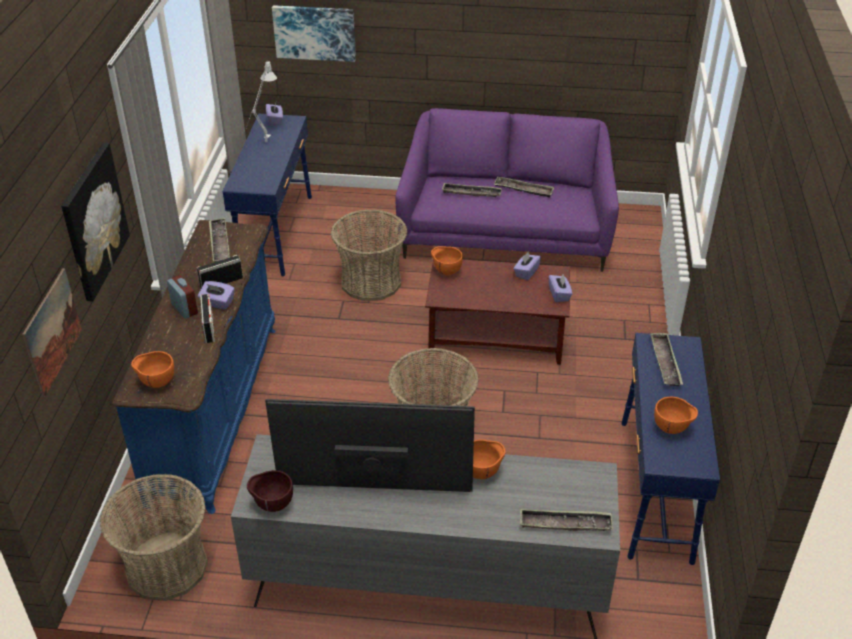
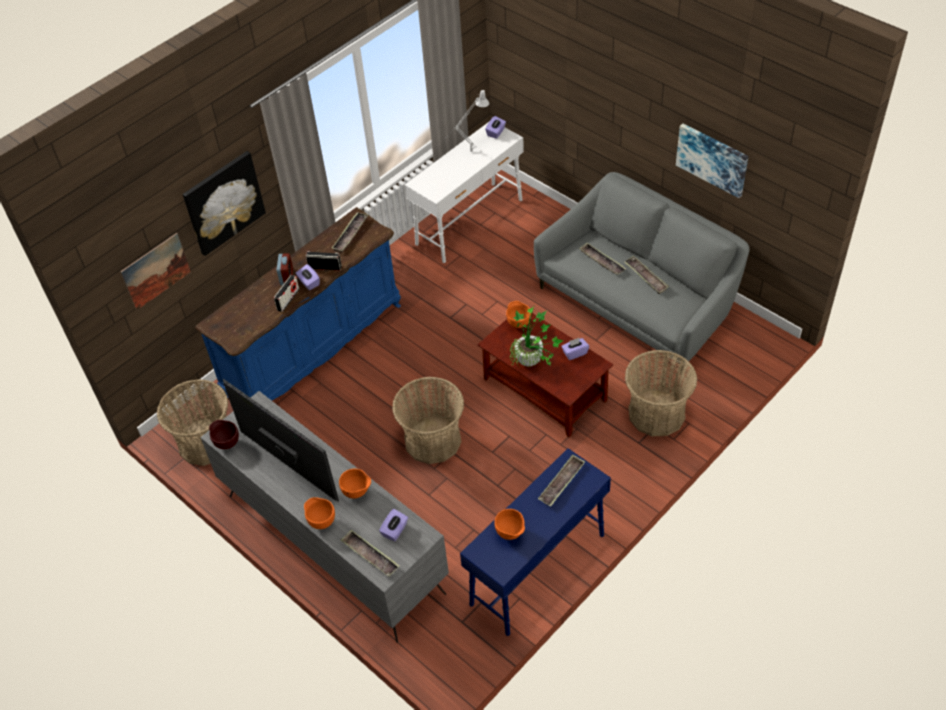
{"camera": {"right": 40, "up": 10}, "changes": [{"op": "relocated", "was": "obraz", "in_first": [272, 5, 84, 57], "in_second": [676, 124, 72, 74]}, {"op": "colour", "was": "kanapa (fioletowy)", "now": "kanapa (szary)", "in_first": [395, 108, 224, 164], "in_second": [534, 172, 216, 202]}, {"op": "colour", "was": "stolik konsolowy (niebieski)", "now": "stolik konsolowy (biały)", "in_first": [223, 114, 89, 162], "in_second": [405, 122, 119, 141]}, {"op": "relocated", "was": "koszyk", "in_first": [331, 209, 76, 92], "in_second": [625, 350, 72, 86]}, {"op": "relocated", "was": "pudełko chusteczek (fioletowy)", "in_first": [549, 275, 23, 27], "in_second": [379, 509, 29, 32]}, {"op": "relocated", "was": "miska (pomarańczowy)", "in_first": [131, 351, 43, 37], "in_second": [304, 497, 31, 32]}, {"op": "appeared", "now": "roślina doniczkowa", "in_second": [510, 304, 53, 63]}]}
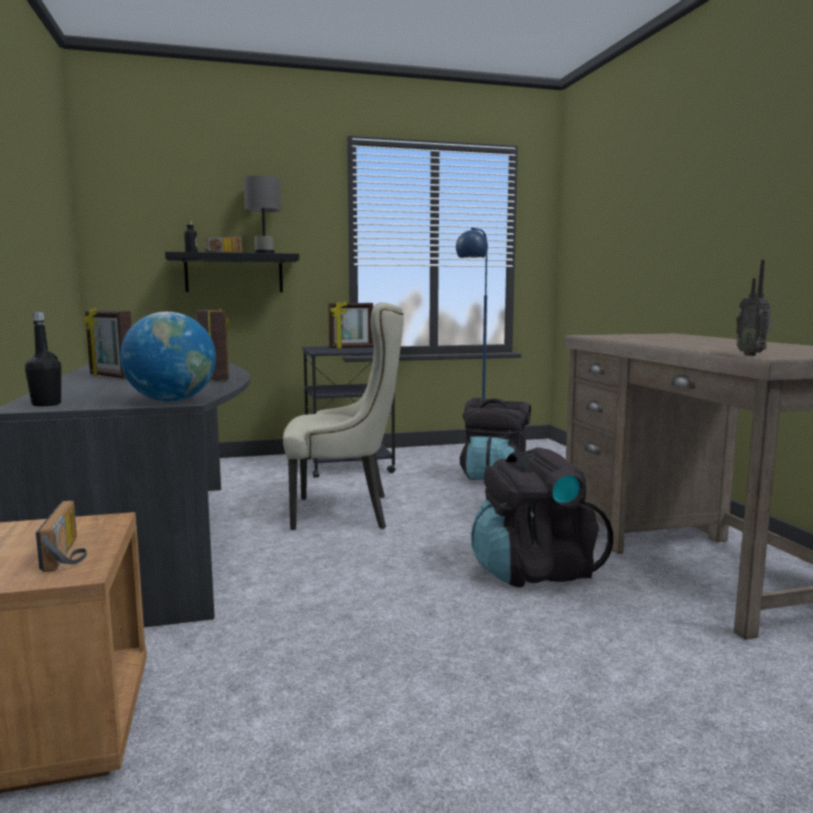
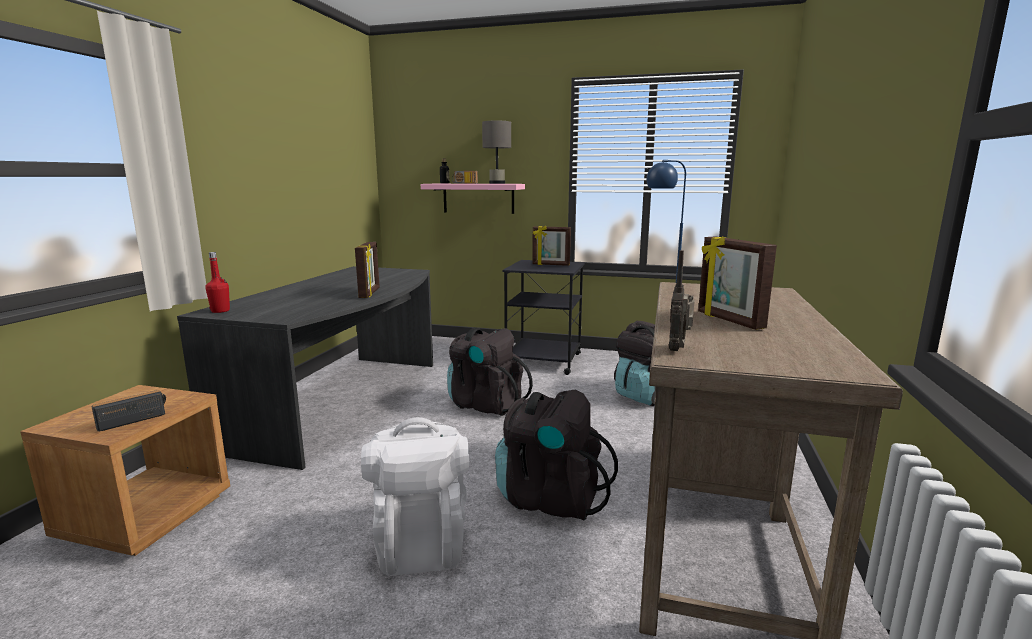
{"camera": {"right": 30, "up": 5}, "changes": [{"op": "colour", "was": "półka (czarny)", "now": "półka (różowy)", "in_first": [165, 252, 134, 40], "in_second": [421, 184, 104, 30]}, {"op": "exchanged", "was": "krzesło (beżowy)", "now": "plecak (czarny)", "in_first": [283, 302, 121, 228], "in_second": [447, 327, 86, 89]}, {"op": "relocated", "was": "ramka na zdjęcie", "in_first": [83, 307, 49, 72], "in_second": [698, 236, 79, 94]}, {"op": "colour", "was": "butelka (czarny)", "now": "butelka (czerwony)", "in_first": [25, 312, 36, 94], "in_second": [205, 252, 25, 61]}, {"op": "missing", "was": "globus", "in_first": [120, 312, 96, 90]}, {"op": "spun", "was": "radio", "in_first": [36, 501, 51, 71], "in_second": [91, 390, 75, 42], "clockwise": -150}, {"op": "appeared", "now": "plecak (biały)", "in_second": [361, 417, 108, 159]}]}
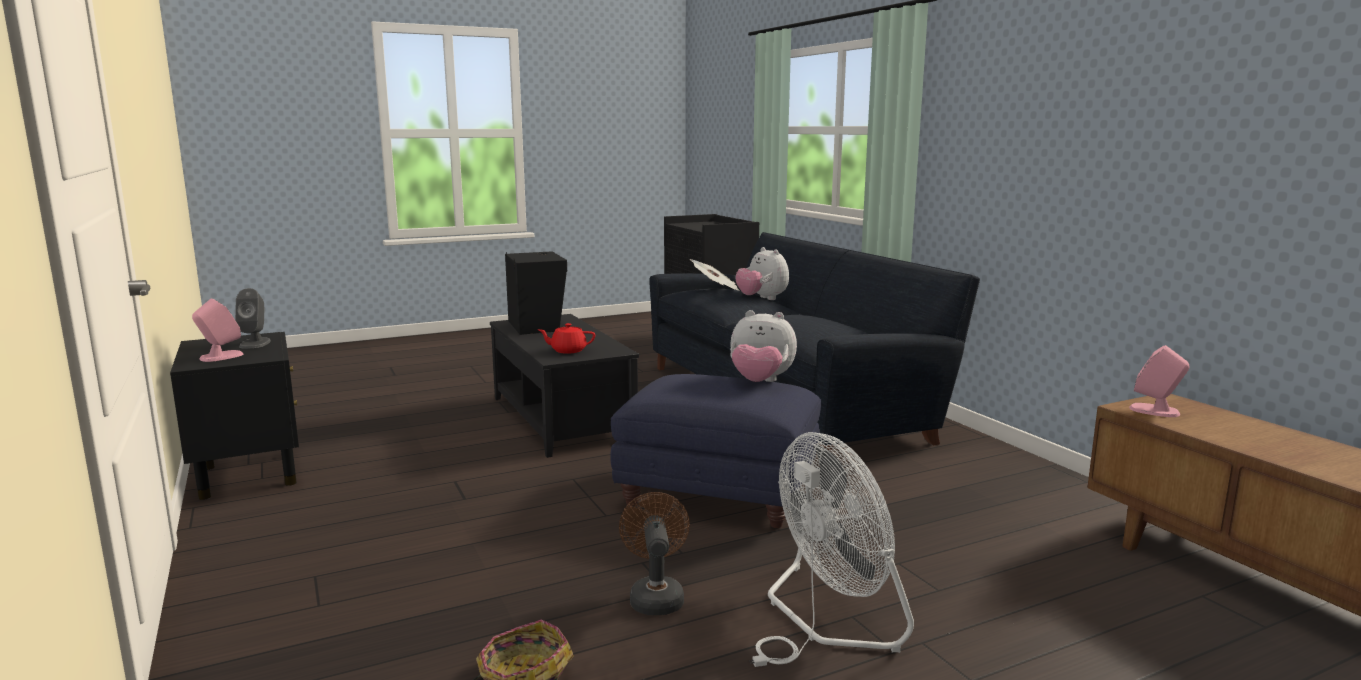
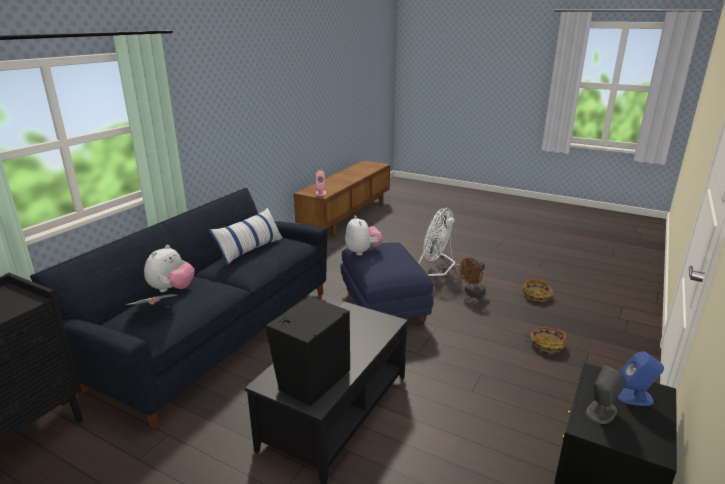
{"camera": {"right": -125, "up": 10}, "changes": [{"op": "colour", "was": "głośnik (różowy)", "now": "głośnik (niebieski)", "in_first": [192, 298, 51, 64], "in_second": [617, 351, 47, 55]}, {"op": "missing", "was": "imbryk (czerwony)", "in_first": [539, 323, 56, 31]}, {"op": "appeared", "now": "poduszka", "in_second": [209, 207, 75, 59]}, {"op": "appeared", "now": "koszyk", "in_second": [526, 327, 40, 26]}]}
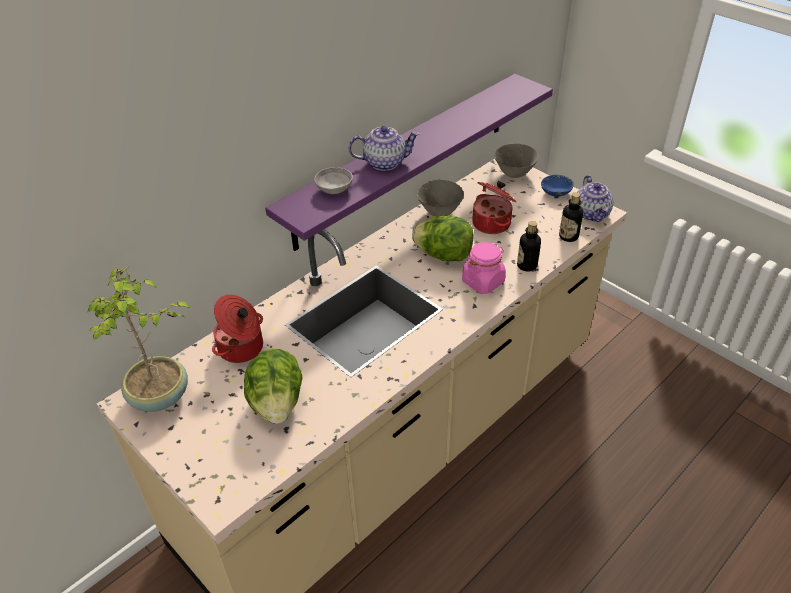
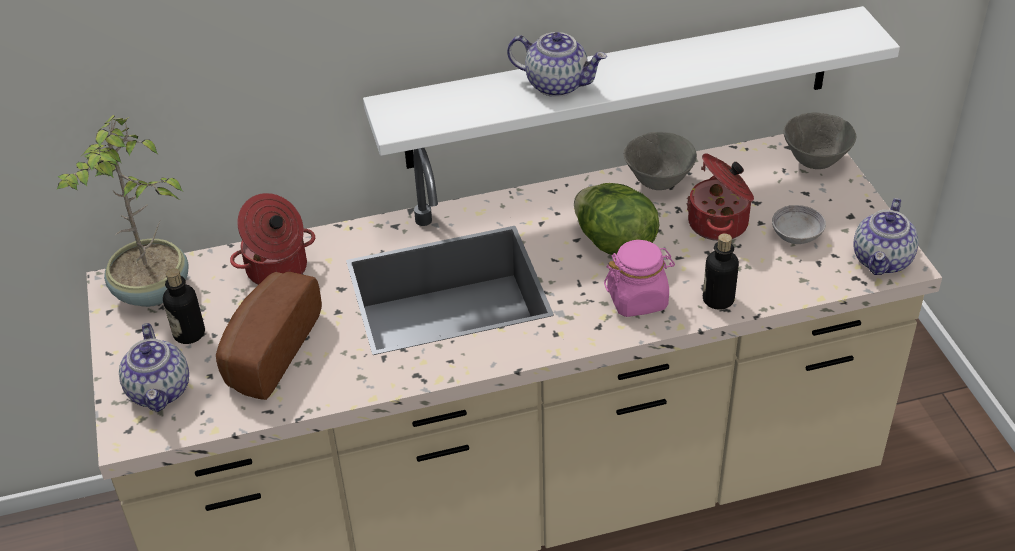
{"camera": {"right": 30, "up": 0}, "changes": [{"op": "colour", "was": "półka (fioletowy)", "now": "półka (biały)", "in_first": [265, 74, 288, 177], "in_second": [363, 6, 537, 163]}, {"op": "relocated", "was": "miska (szary)", "in_first": [314, 167, 39, 27], "in_second": [772, 205, 54, 39]}, {"op": "missing", "was": "miska (niebieski)", "in_first": [541, 175, 33, 22]}, {"op": "relocated", "was": "butelka", "in_first": [559, 193, 24, 49], "in_second": [163, 268, 42, 76]}, {"op": "exchanged", "was": "sałata", "now": "chleb", "in_first": [244, 349, 59, 75], "in_second": [216, 272, 106, 128]}, {"op": "appeared", "now": "imbryk", "in_second": [119, 323, 70, 89]}]}
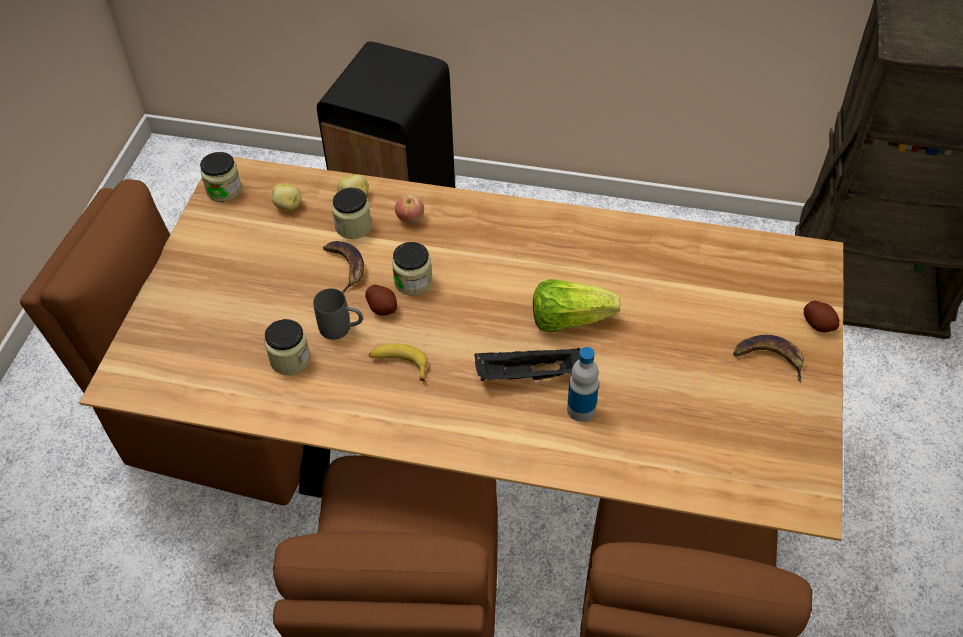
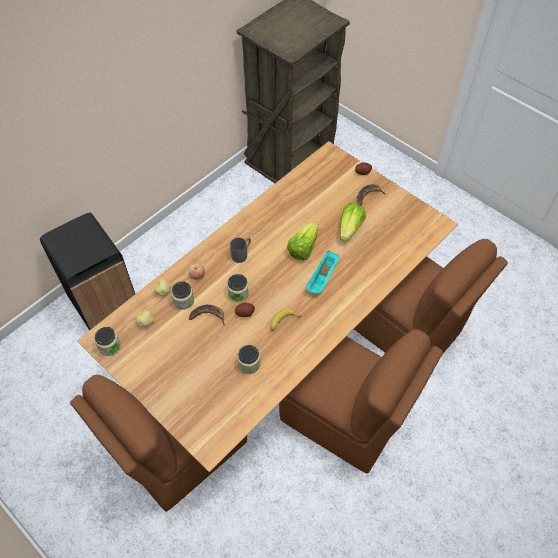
{"camera": {"right": -60, "up": 5}, "changes": [{"op": "relocated", "was": "kubek (szary)", "in_first": [313, 288, 50, 52], "in_second": [230, 238, 21, 25]}, {"op": "missing", "was": "butelka", "in_first": [567, 347, 32, 75]}, {"op": "colour", "was": "taca (czarny)", "now": "taca (turkusowy)", "in_first": [475, 348, 106, 33], "in_second": [305, 251, 35, 43]}, {"op": "appeared", "now": "sałata", "in_second": [340, 203, 26, 39]}]}
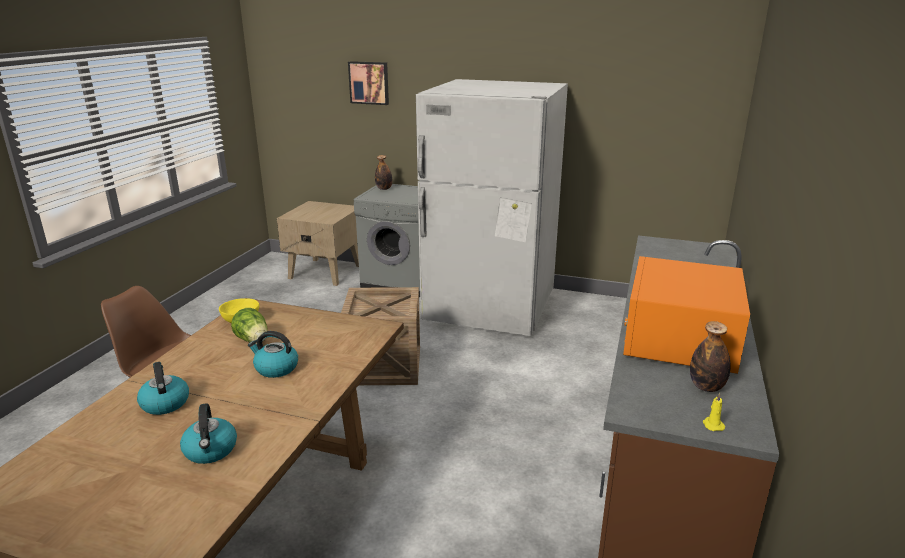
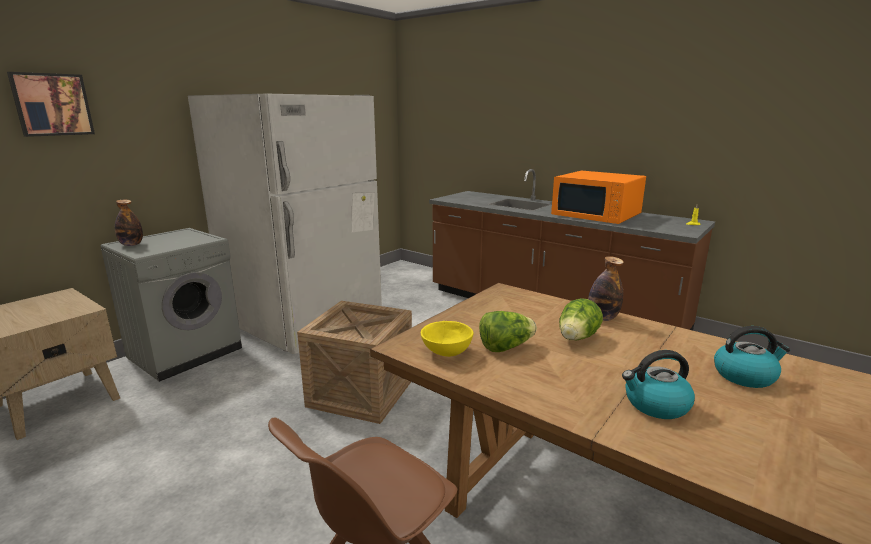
{"camera": {"right": -70, "up": -5}, "changes": [{"op": "relocated", "was": "butelka", "in_first": [690, 321, 41, 71], "in_second": [588, 256, 36, 65]}, {"op": "exchanged", "was": "czajnik", "now": "sałata", "in_first": [248, 331, 50, 47], "in_second": [559, 298, 44, 43]}]}
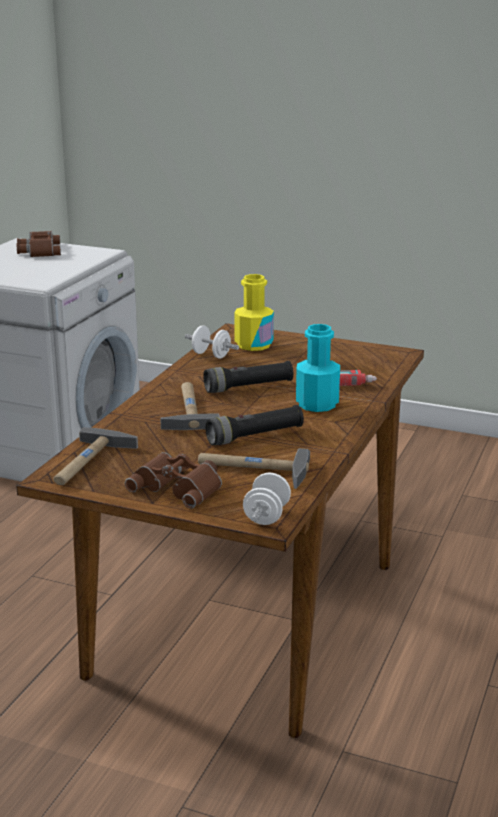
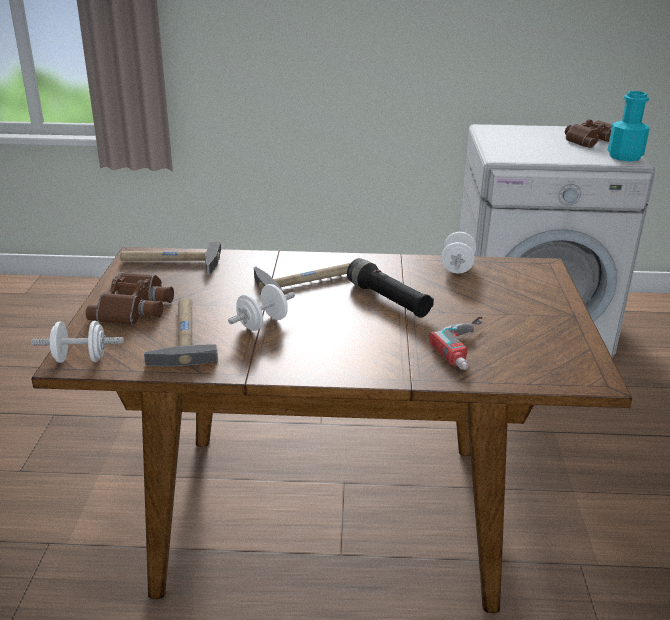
{"camera": {"right": 70, "up": 5}, "changes": [{"op": "missing", "was": "butelka (żółty)", "in_first": [234, 274, 40, 77]}, {"op": "relocated", "was": "butelka (turkusowy)", "in_first": [296, 324, 44, 88], "in_second": [607, 91, 43, 70]}, {"op": "exchanged", "was": "latarka (czarny)", "now": "hantel (biały)", "in_first": [205, 405, 99, 40], "in_second": [228, 284, 67, 47]}]}
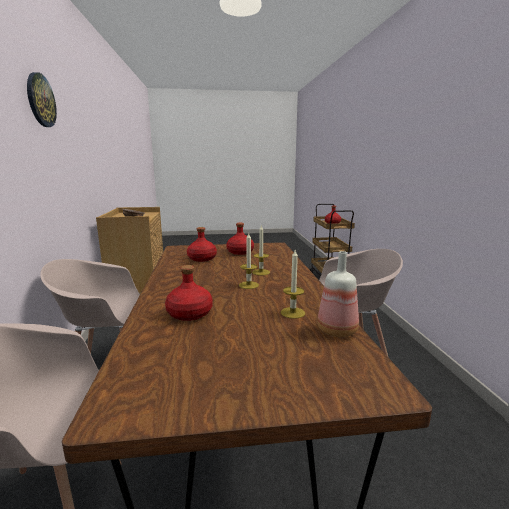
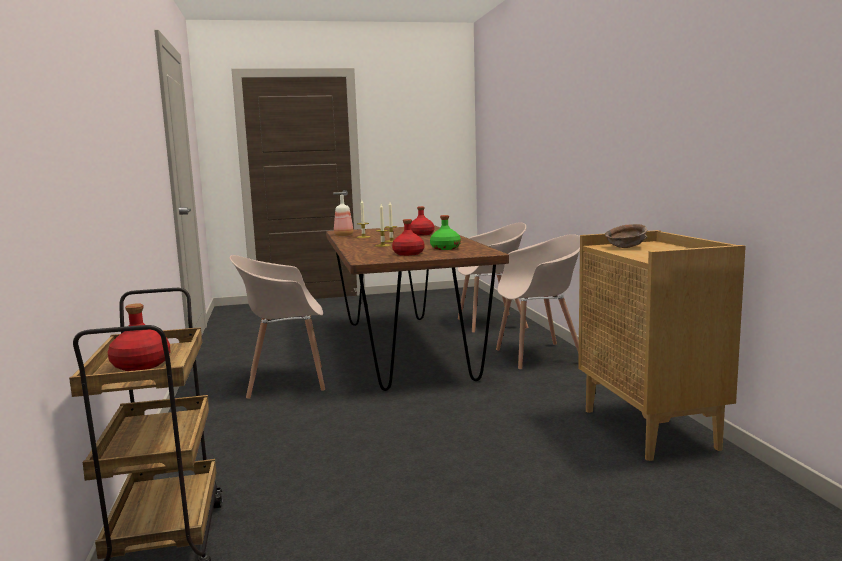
{"camera": {"right": 175, "up": -5}, "changes": [{"op": "missing", "was": "zegar ścienny", "in_first": [27, 72, 30, 55]}, {"op": "colour", "was": "butelka (czerwony)", "now": "butelka (zielony)", "in_first": [187, 227, 30, 35], "in_second": [430, 215, 31, 35]}]}
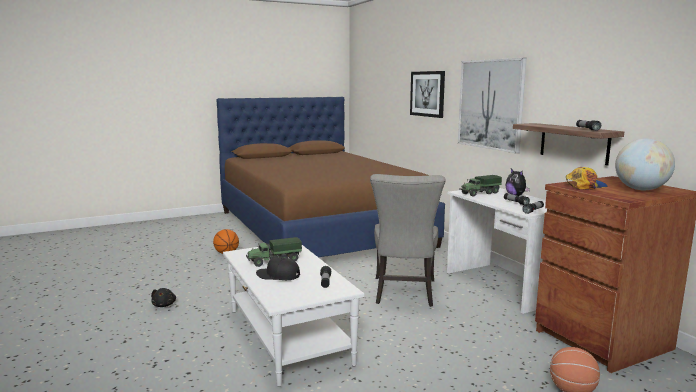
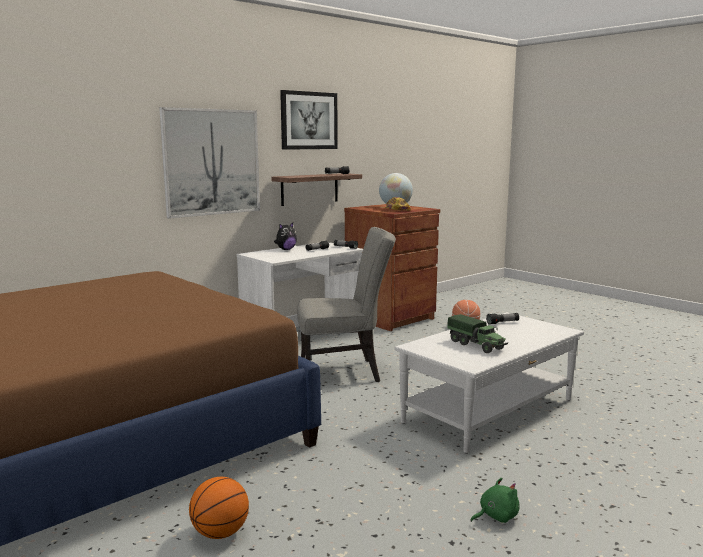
{"camera": {"right": -105, "up": 0}, "changes": [{"op": "relocated", "was": "obraz", "in_first": [410, 71, 35, 47], "in_second": [280, 90, 58, 60]}, {"op": "missing", "was": "ciężarówka zabawkowa", "in_first": [459, 175, 43, 22]}, {"op": "missing", "was": "czapka z daszkiem (czarny)", "in_first": [256, 257, 44, 23]}, {"op": "colour", "was": "pluszak (czarny)", "now": "pluszak (zielony)", "in_first": [151, 288, 25, 19], "in_second": [470, 478, 50, 45]}]}
